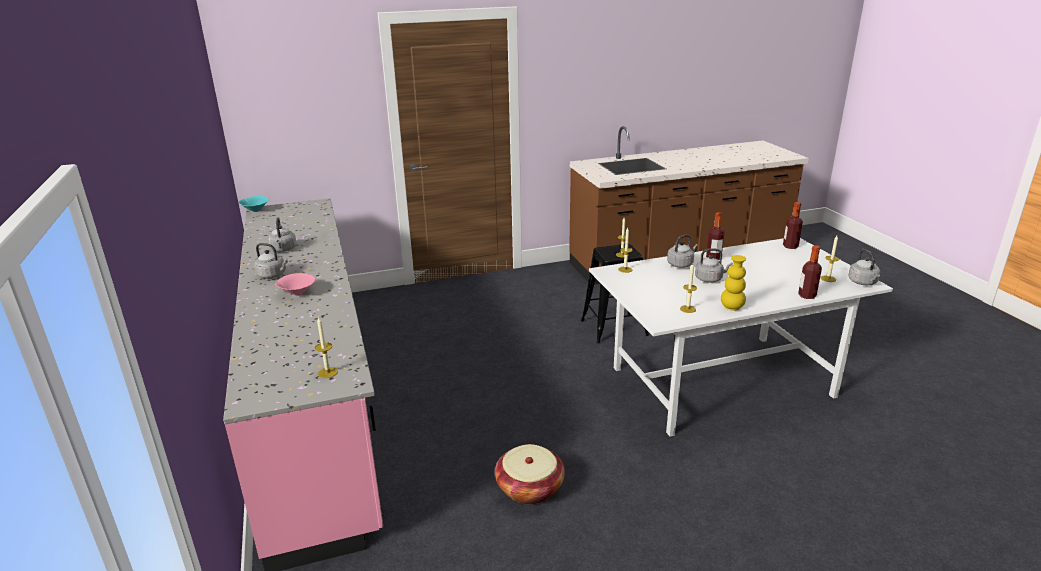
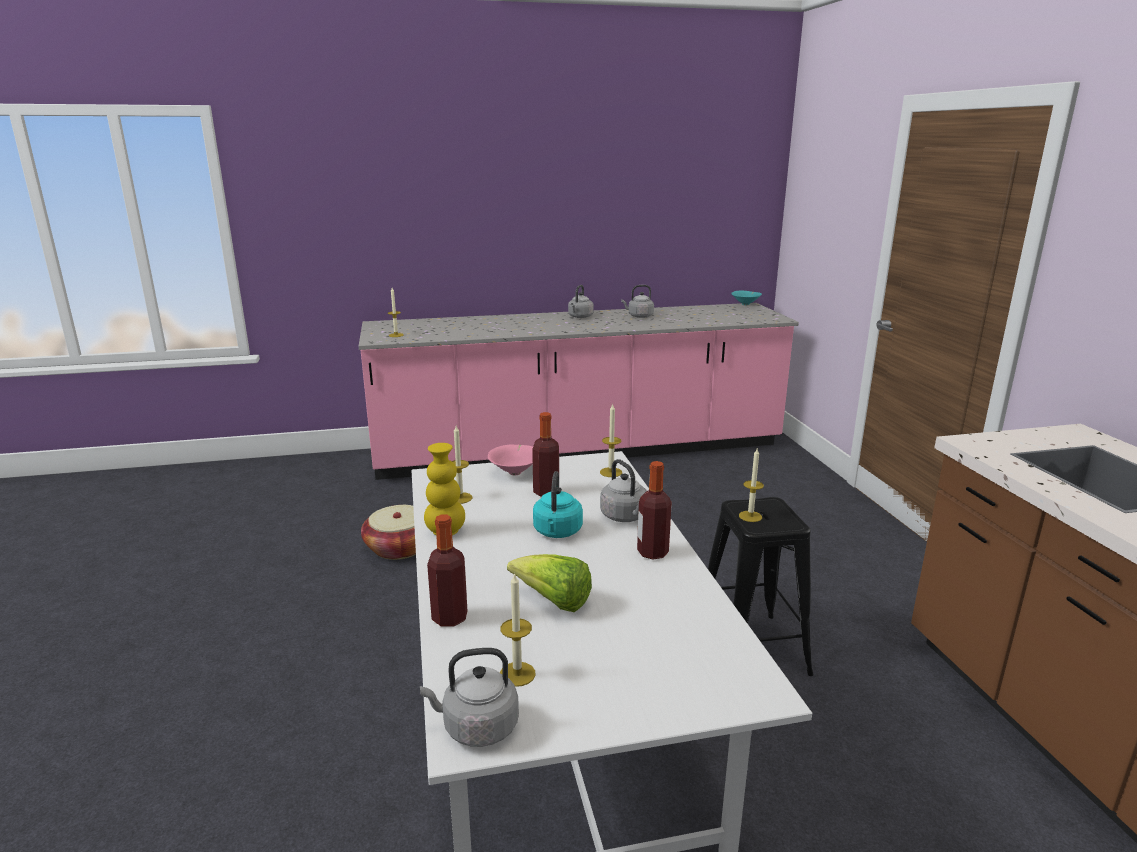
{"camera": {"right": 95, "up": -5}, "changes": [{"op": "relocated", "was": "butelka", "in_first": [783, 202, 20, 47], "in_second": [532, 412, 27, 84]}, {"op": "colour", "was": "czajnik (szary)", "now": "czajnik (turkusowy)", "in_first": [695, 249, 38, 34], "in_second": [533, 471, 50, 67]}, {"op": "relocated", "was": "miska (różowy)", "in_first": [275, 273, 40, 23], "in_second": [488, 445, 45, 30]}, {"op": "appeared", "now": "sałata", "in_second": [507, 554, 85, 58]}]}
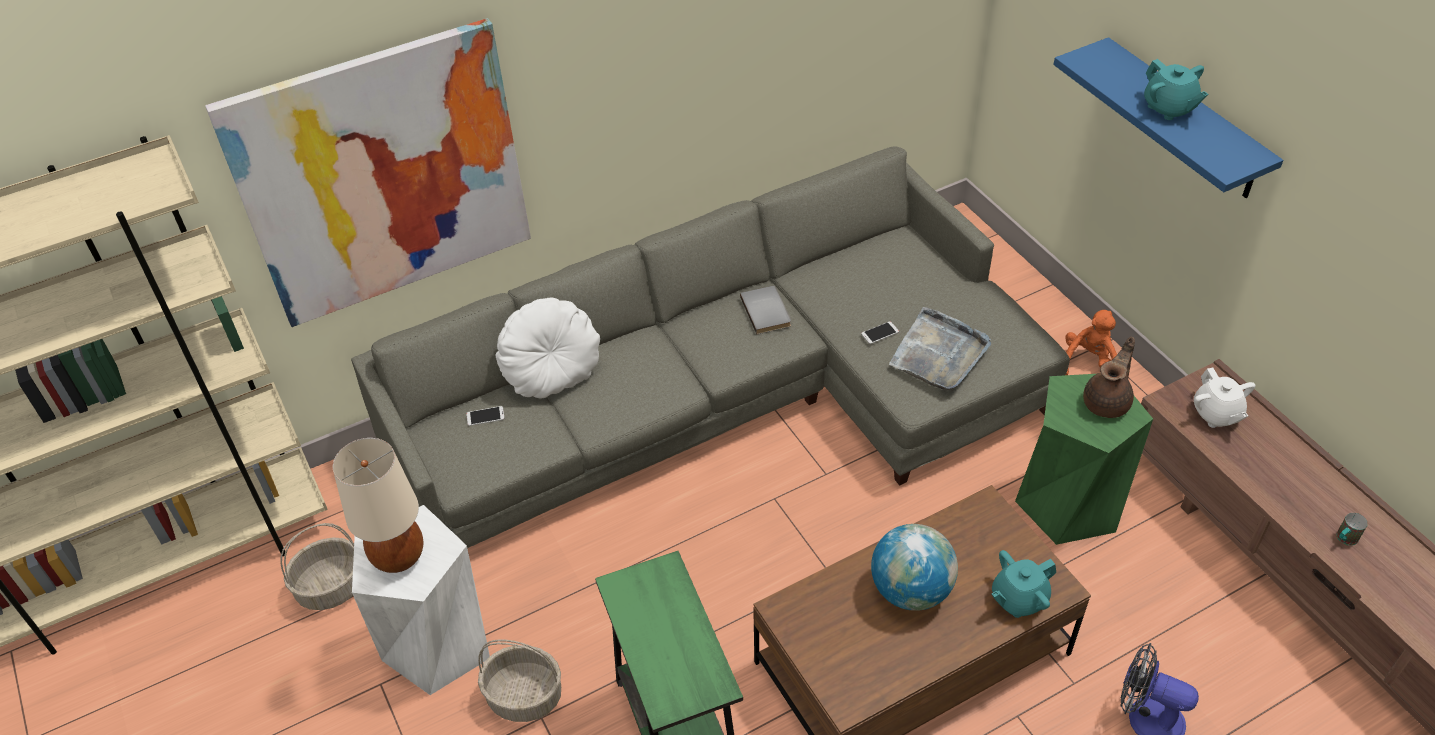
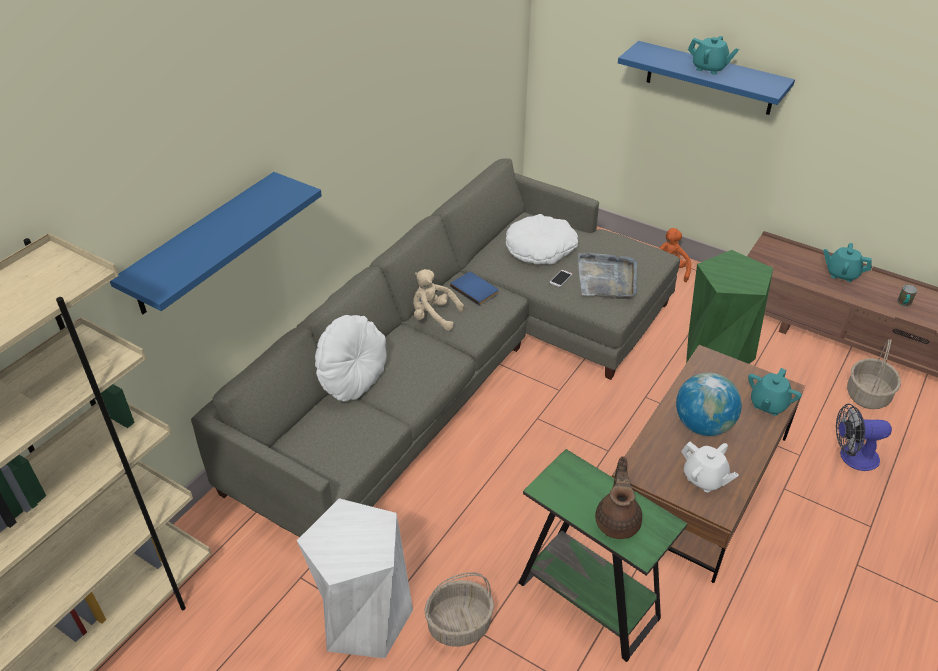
{"camera": {"right": -30, "up": -5}, "changes": [{"op": "exchanged", "was": "obraz", "now": "półka (niebieski)", "in_first": [205, 18, 326, 309], "in_second": [110, 172, 212, 142]}, {"op": "colour", "was": "książka (szary)", "now": "książka (niebieski)", "in_first": [740, 286, 51, 48], "in_second": [450, 272, 49, 34]}, {"op": "relocated", "was": "imbryk (brązowy)", "in_first": [1083, 337, 52, 81], "in_second": [595, 456, 47, 83]}, {"op": "relocated", "was": "imbryk (biały)", "in_first": [1194, 368, 62, 60], "in_second": [681, 442, 58, 50]}, {"op": "missing", "was": "telefon", "in_first": [466, 406, 39, 20]}, {"op": "missing", "was": "lampa stołowa (beżowy)", "in_first": [333, 438, 90, 135]}, {"op": "relocated", "was": "koszyk", "in_first": [280, 523, 74, 87], "in_second": [847, 339, 54, 70]}, {"op": "appeared", "now": "poduszka (biały)", "in_second": [506, 214, 72, 51]}, {"op": "appeared", "now": "imbryk (turkusowy)", "in_second": [823, 243, 49, 39]}, {"op": "appeared", "now": "pluszak (beżowy)", "in_second": [413, 269, 51, 62]}]}
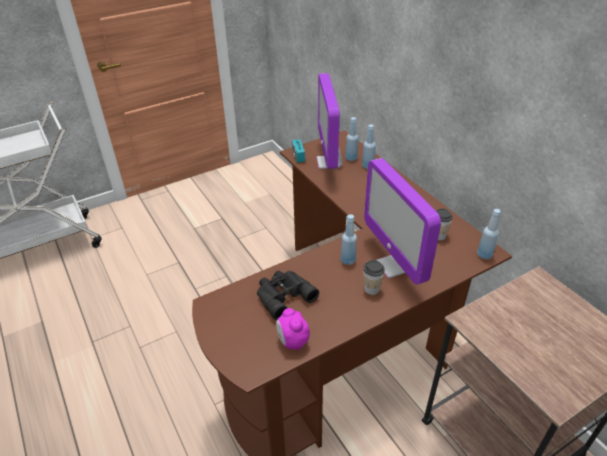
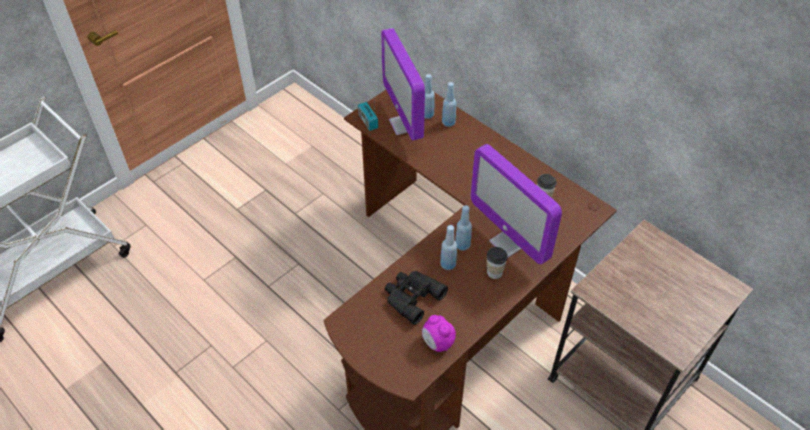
{"camera": {"right": -15, "up": 10}, "changes": [{"op": "relocated", "was": "butelka (niebieski)", "in_first": [477, 209, 24, 50], "in_second": [440, 225, 17, 45]}]}
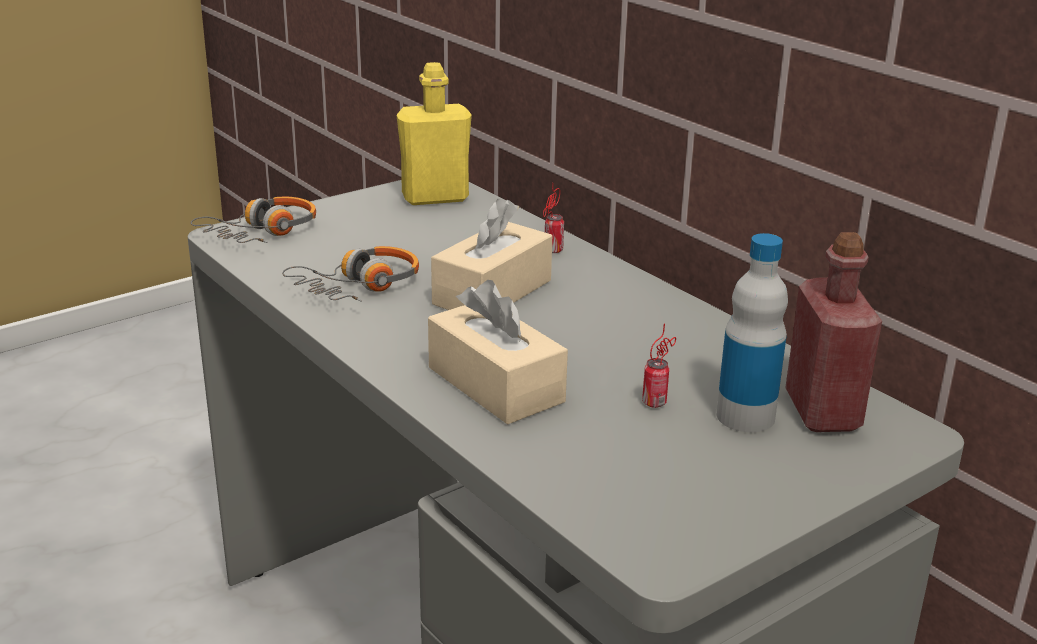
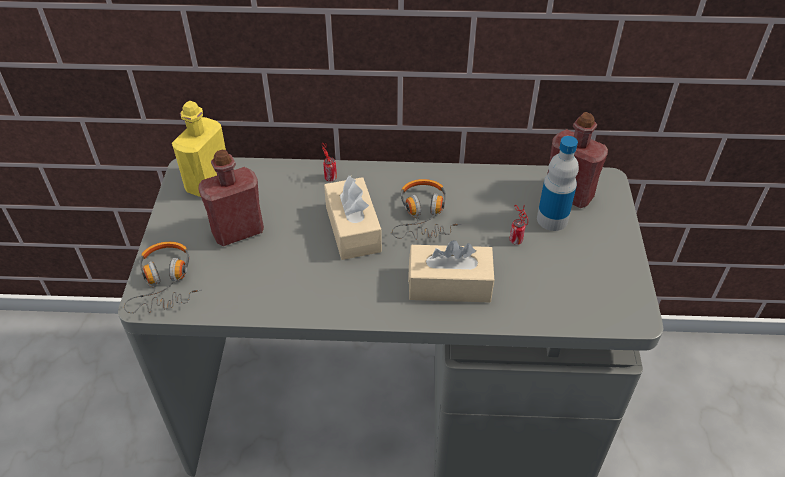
{"camera": {"right": -50, "up": 20}, "changes": [{"op": "relocated", "was": "słuchawki", "in_first": [282, 246, 137, 56], "in_second": [392, 179, 70, 61]}, {"op": "appeared", "now": "butelka (czerwony)", "in_second": [198, 150, 66, 96]}]}
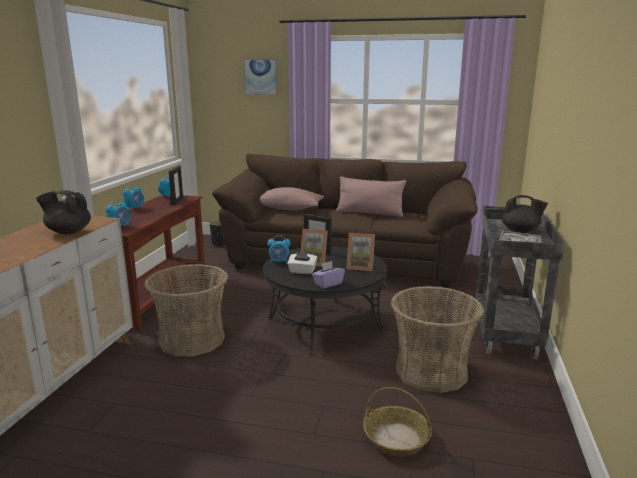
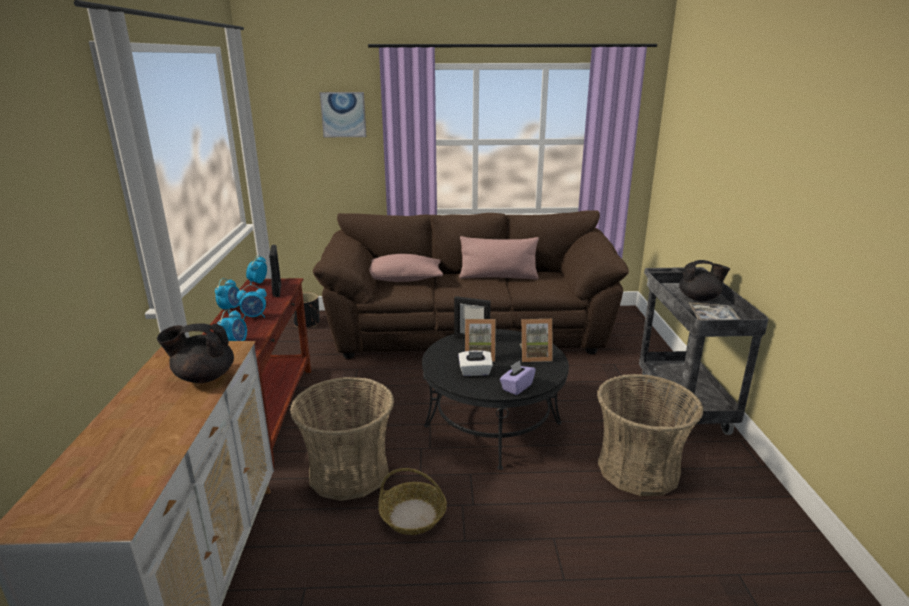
{"camera": {"right": -15, "up": 5}, "changes": [{"op": "relocated", "was": "budzik", "in_first": [267, 235, 24, 28], "in_second": [237, 285, 30, 35]}, {"op": "relocated", "was": "koszyk", "in_first": [363, 387, 69, 69], "in_second": [378, 468, 69, 67]}]}
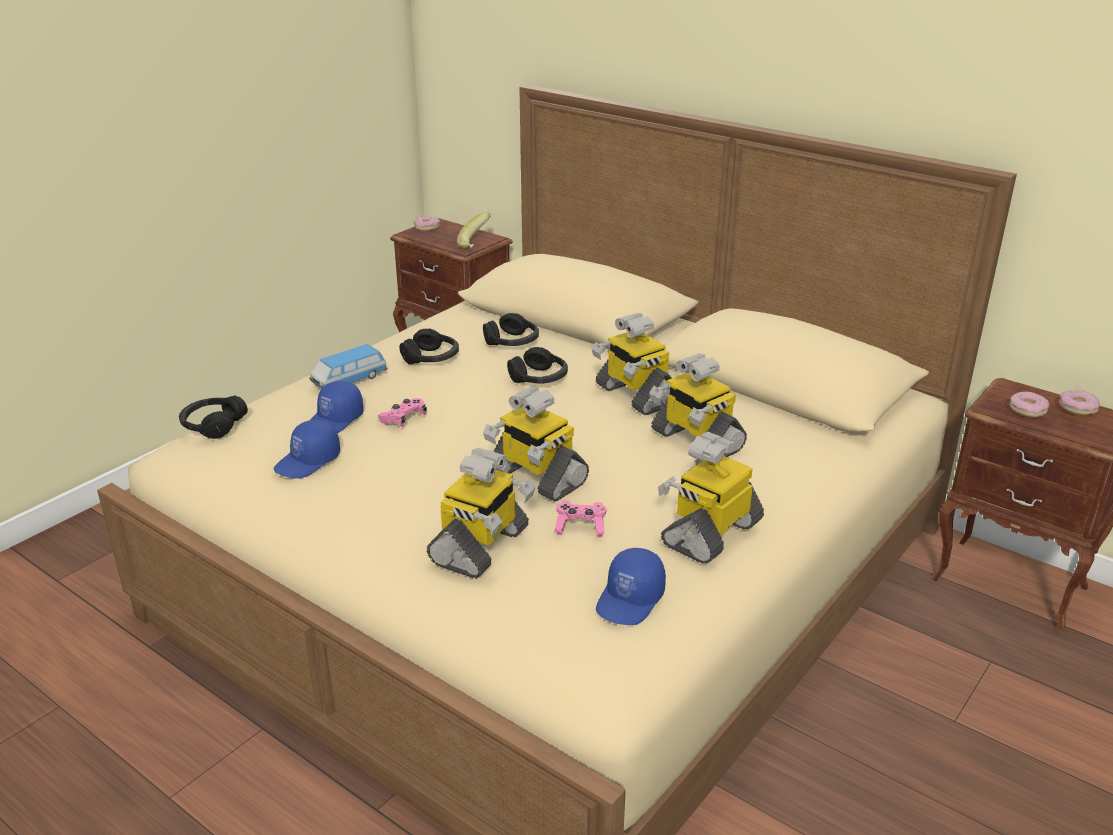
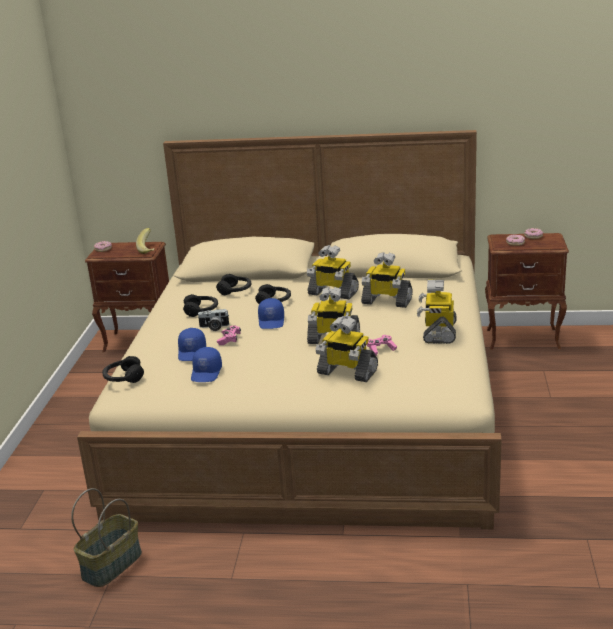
{"camera": {"right": -30, "up": -5}, "changes": [{"op": "missing", "was": "samochodzik", "in_first": [309, 344, 78, 44]}, {"op": "spun", "was": "robot zabawkowy", "in_first": [427, 448, 108, 131], "in_second": [315, 316, 63, 66], "clockwise": 120}, {"op": "relocated", "was": "czapka z daszkiem (niebieski)", "in_first": [596, 548, 70, 77], "in_second": [258, 298, 26, 31]}, {"op": "appeared", "now": "aparat fotograficzny", "in_second": [197, 309, 32, 22]}, {"op": "appeared", "now": "koszyk", "in_second": [71, 488, 71, 99]}]}
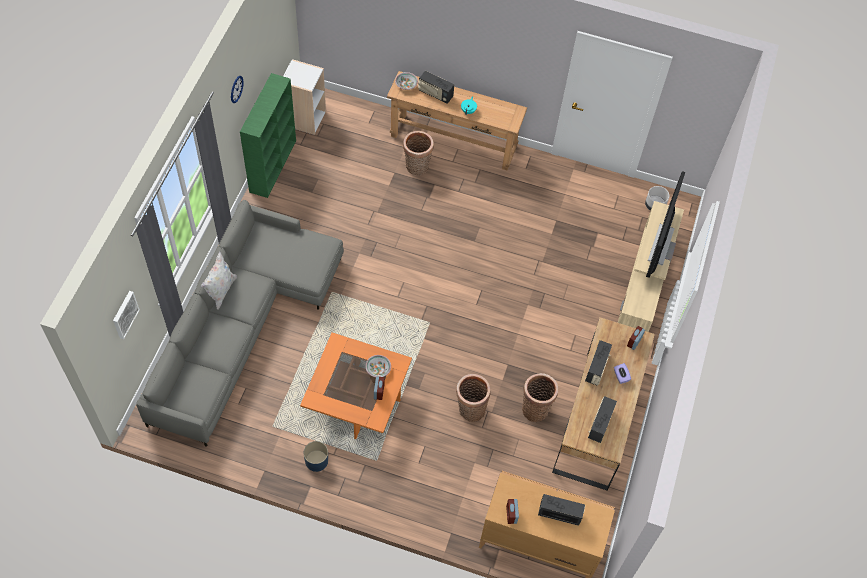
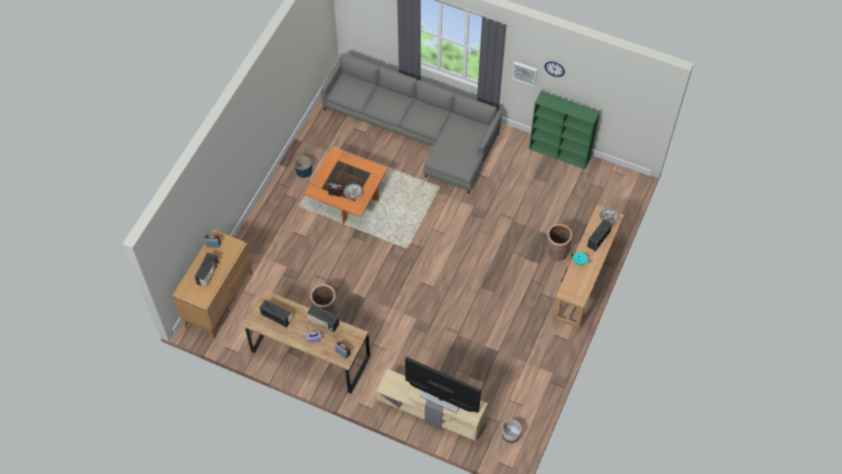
{"camera": {"right": 100, "up": 0}, "changes": [{"op": "missing", "was": "regał", "in_first": [283, 59, 43, 76]}, {"op": "missing", "was": "poduszka (biały)", "in_first": [201, 252, 36, 58]}, {"op": "relocated", "was": "obraz", "in_first": [113, 291, 27, 48], "in_second": [512, 61, 25, 25]}, {"op": "missing", "was": "koszyk", "in_first": [456, 374, 34, 48]}]}
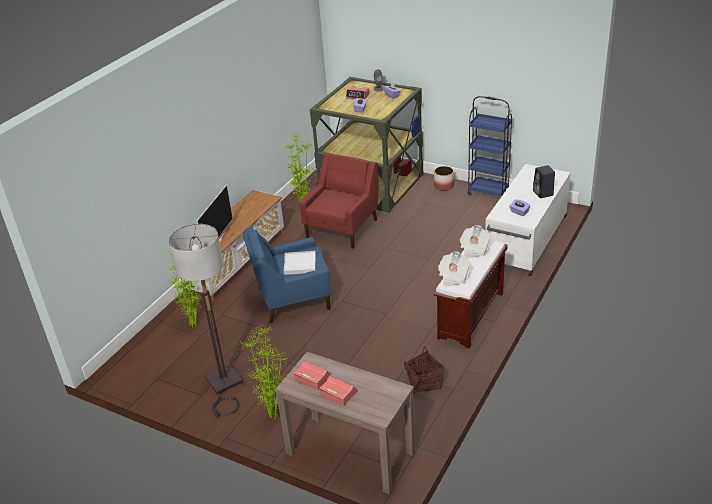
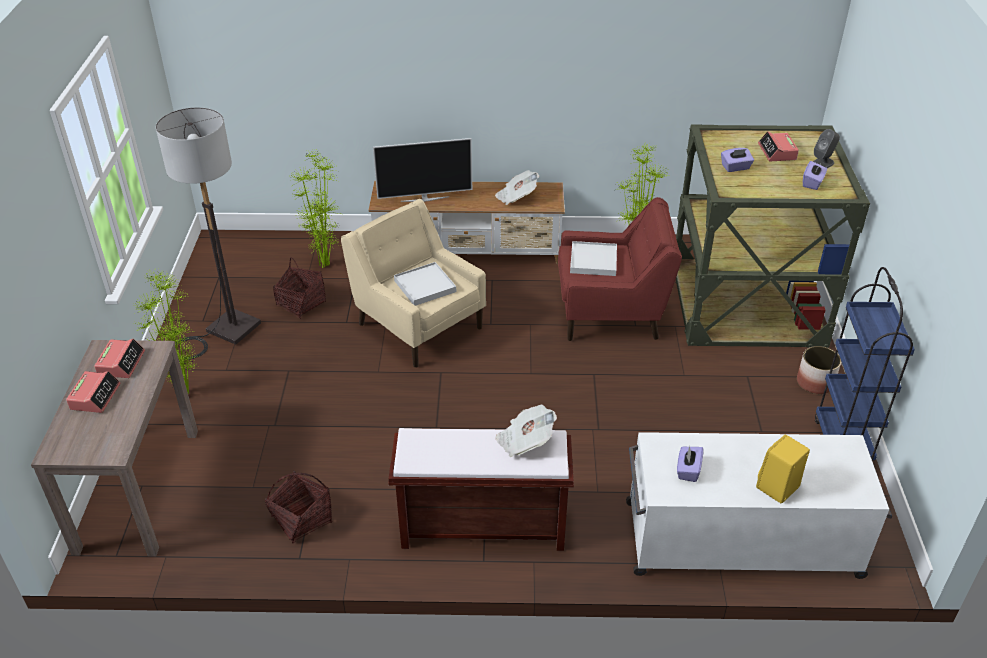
{"camera": {"right": 60, "up": 5}, "changes": [{"op": "colour", "was": "głośnik (czarny)", "now": "głośnik (żółty)", "in_first": [533, 165, 22, 33], "in_second": [756, 435, 54, 68]}, {"op": "colour", "was": "fotel (niebieski)", "now": "fotel (beżowy)", "in_first": [242, 227, 89, 96], "in_second": [341, 199, 145, 169]}, {"op": "relocated", "was": "gazeta", "in_first": [438, 252, 33, 35], "in_second": [495, 170, 44, 35]}, {"op": "appeared", "now": "taca (biały)", "in_second": [570, 241, 47, 35]}, {"op": "appeared", "now": "koszyk", "in_second": [273, 257, 53, 62]}]}
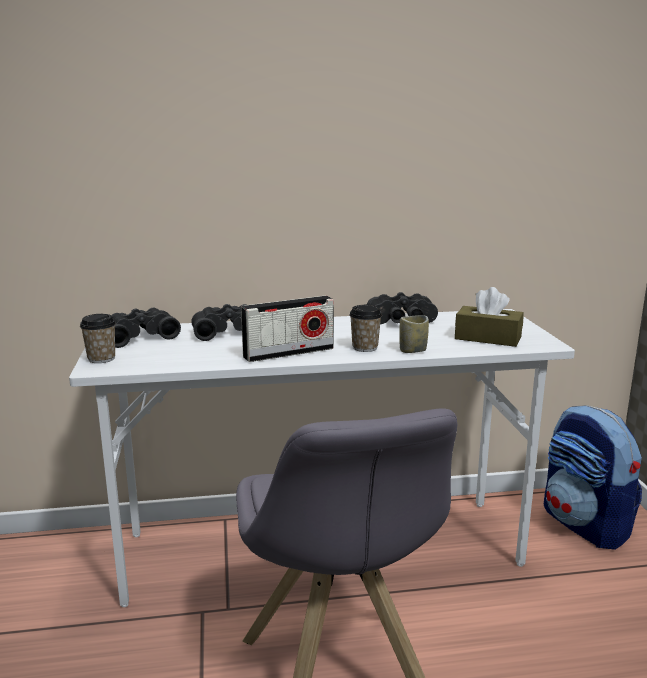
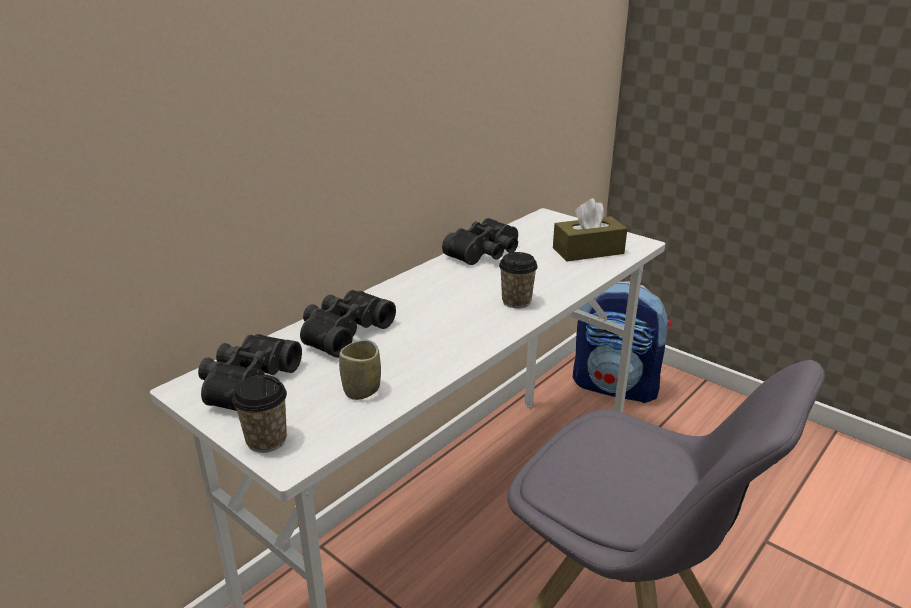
{"camera": {"right": -40, "up": 10}, "changes": [{"op": "missing", "was": "radio", "in_first": [241, 295, 93, 67]}, {"op": "relocated", "was": "filiżanka", "in_first": [399, 315, 30, 38], "in_second": [339, 340, 42, 60]}]}
